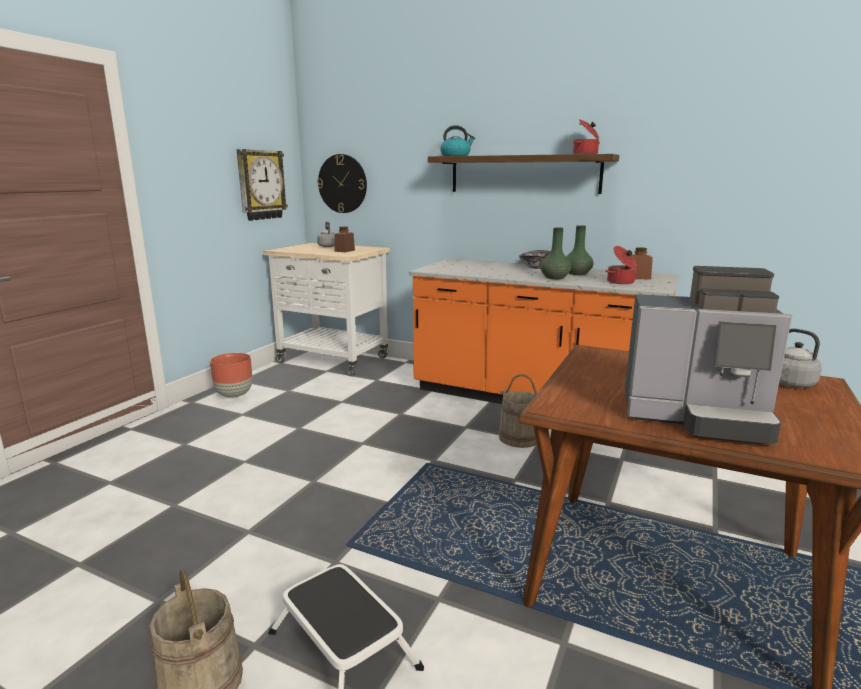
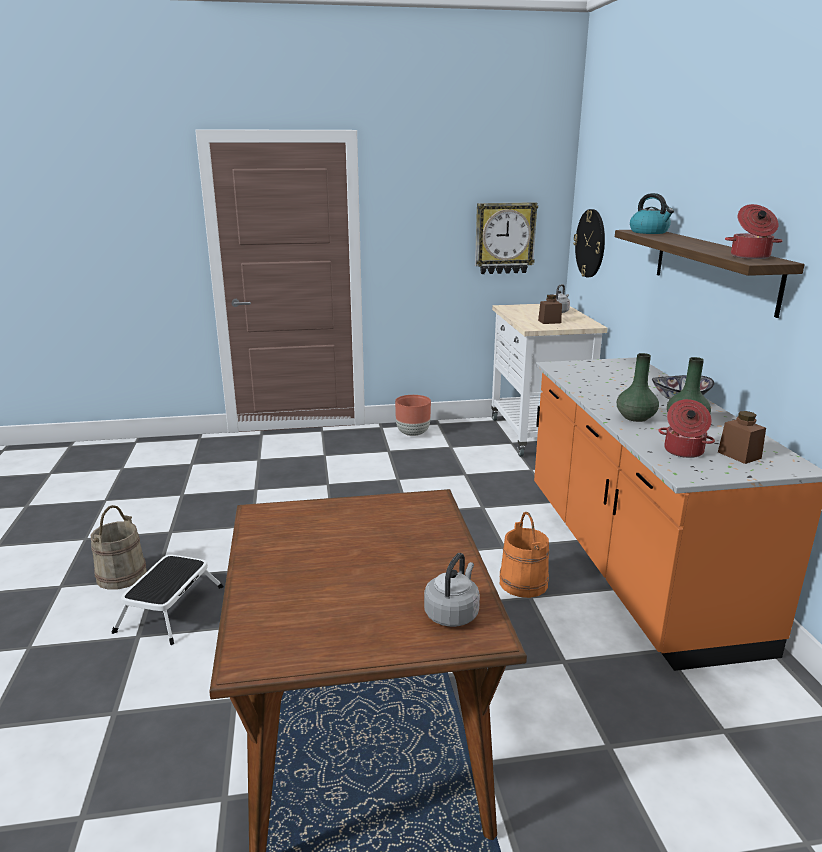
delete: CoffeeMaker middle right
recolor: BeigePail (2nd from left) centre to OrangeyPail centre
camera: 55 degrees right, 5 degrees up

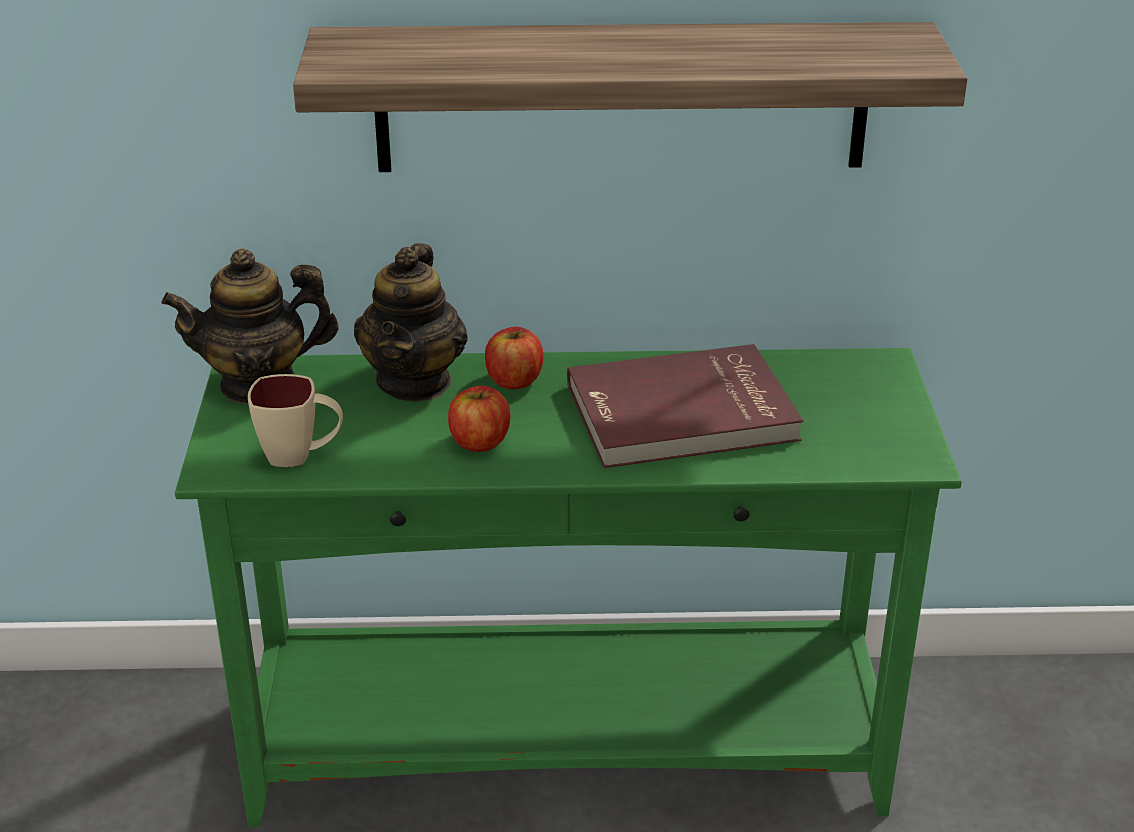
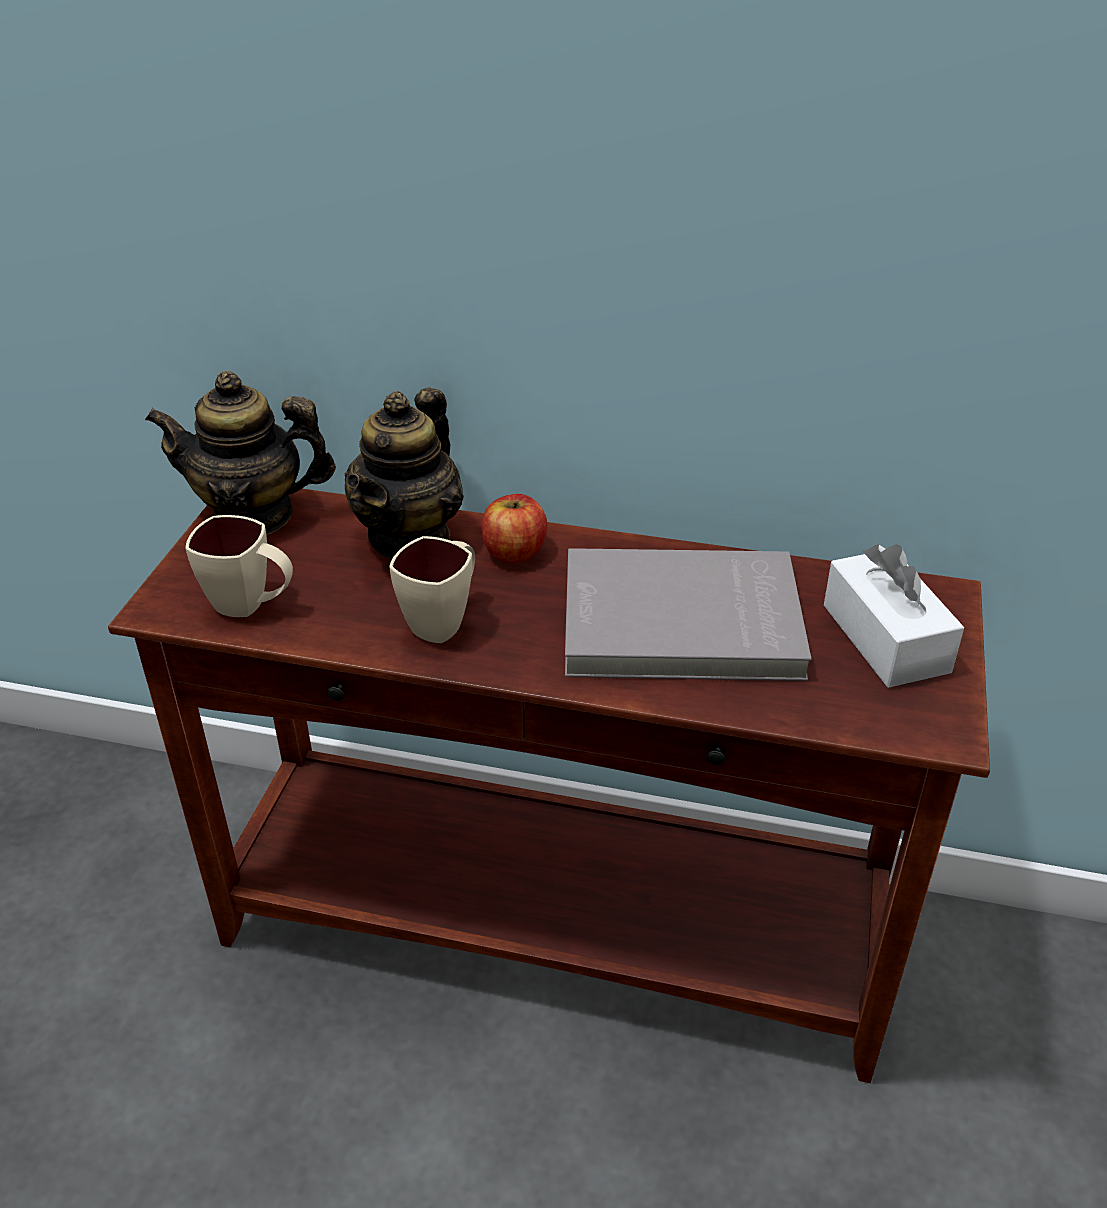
delete: WallShelf top centre
insert: WhiteTissueHolder middle right
replace: Apple (1st from left) centre to BeigeCoffeeMug (2nd from left) centre
recolor: GreenishHallTable bottom centre to BrownColouredHallTable centre; RedVolume centre to GrayVolume centre
camera: 15 degrees right, 5 degrees up

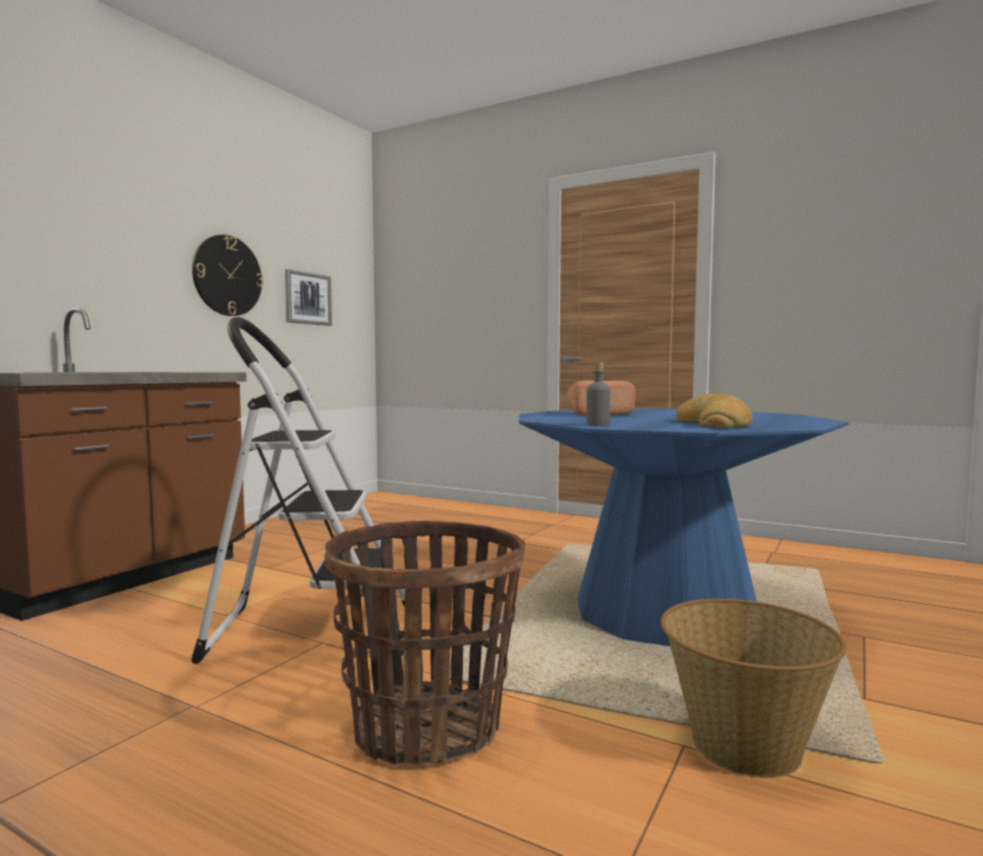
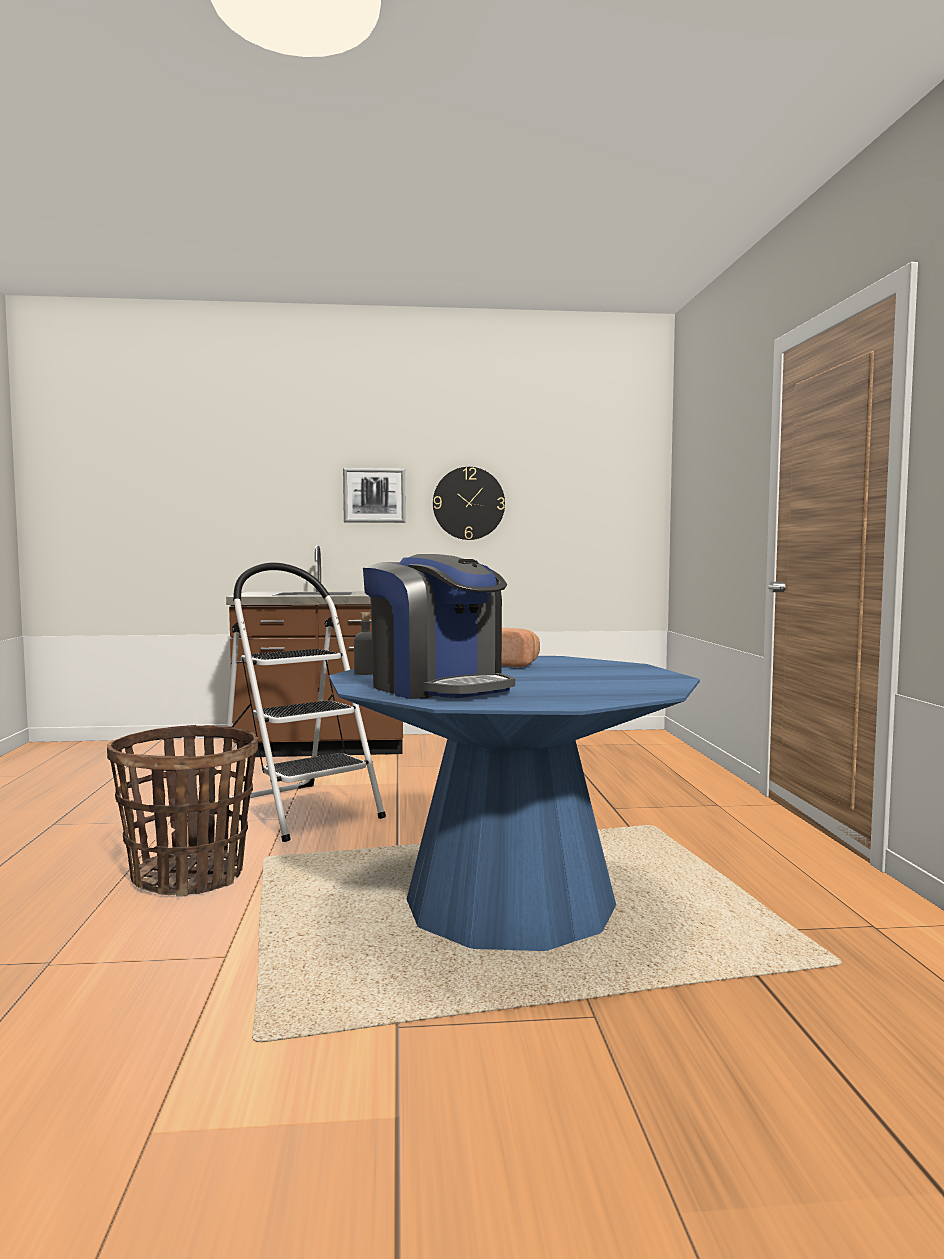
delete: HouseholdBasket (2nd from left) bottom right
move: Picture middle left to centre
replace: BakeryBread (2nd from left) middle right to CoffeeMaker centre
camera: 55 degrees right, 0 degrees up

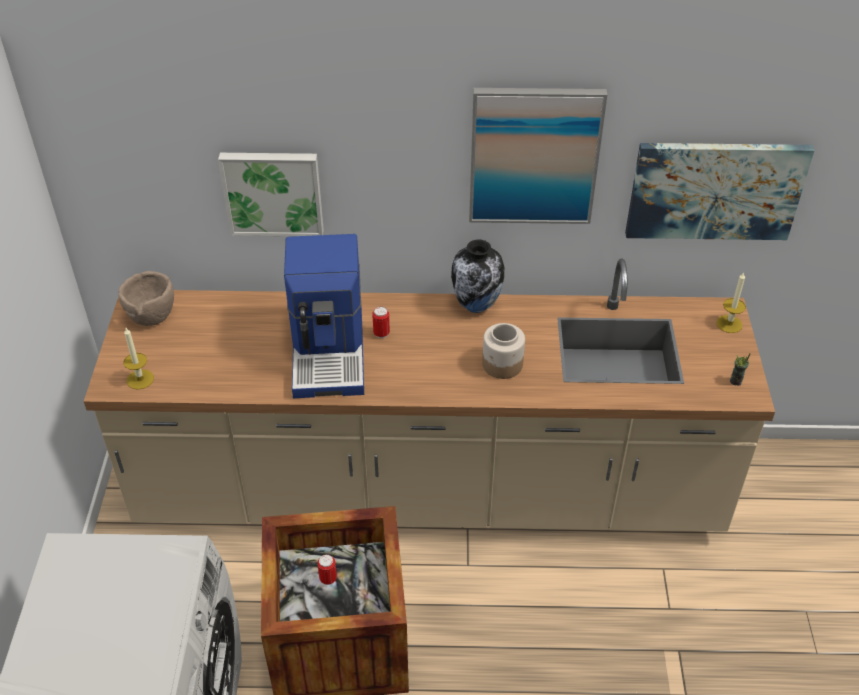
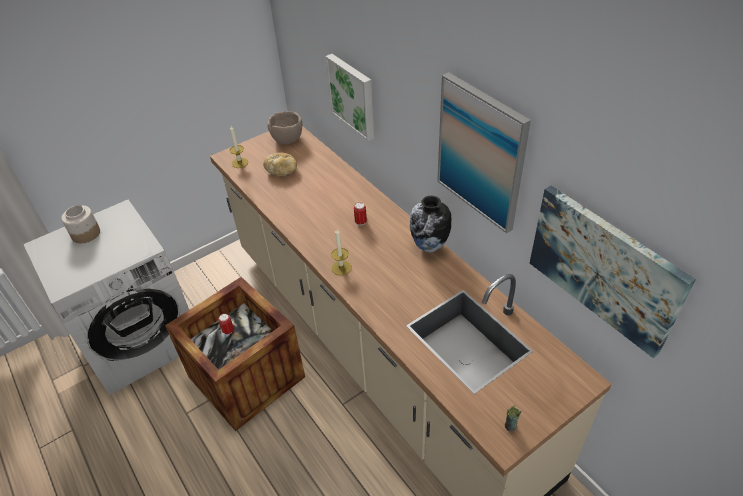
delete: CoffeeMaker centre
insert: BakeryBread top centre
move: StorageJar centre to middle left; WaxLight (2nd from left) middle right to centre
camera: 55 degrees right, 0 degrees up

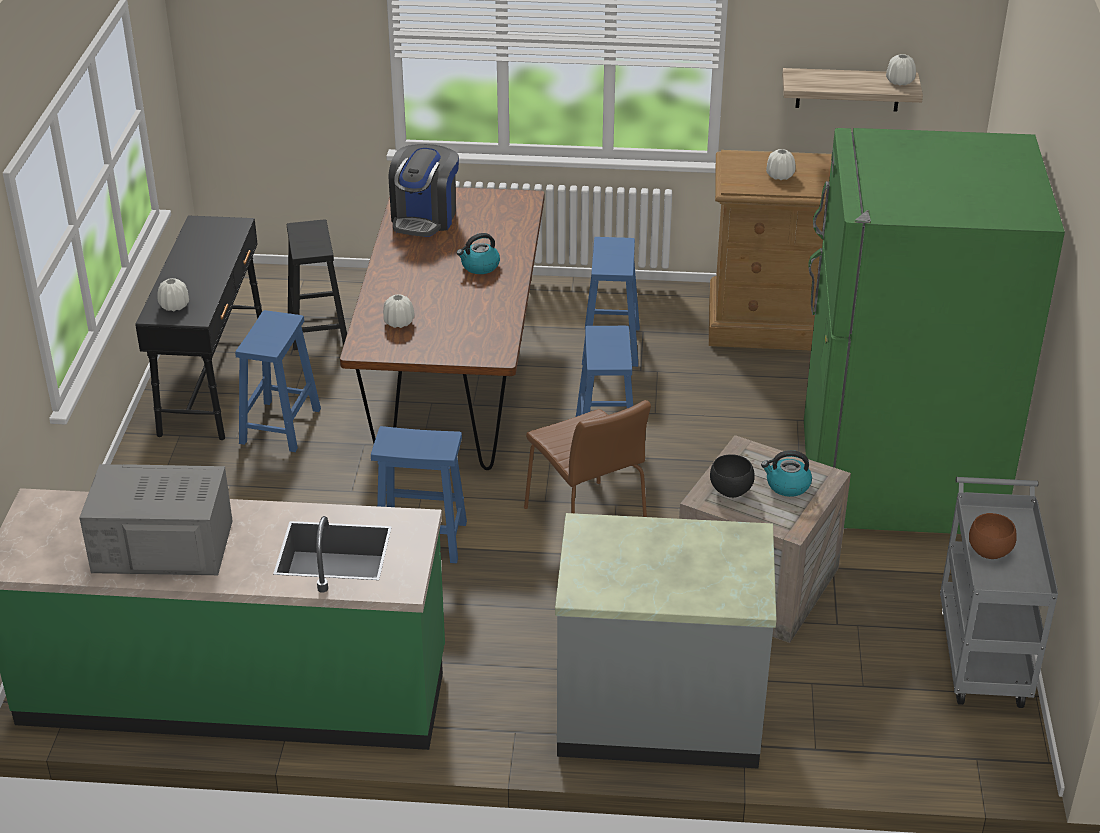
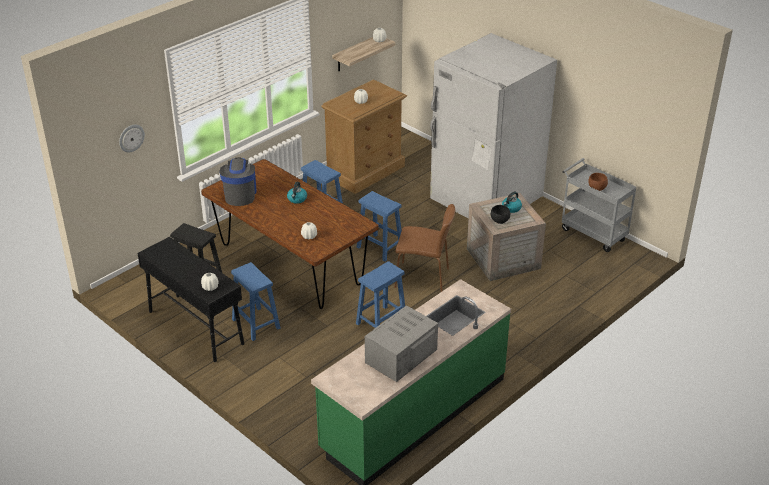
delete: GrayKitchenCounter bottom centre
insert: WallClock top left
recolor: GreenishKitchenFridge middle right to WhiteKitchenFridge top centre
rotate: CoffeeMaker top centre = middle left 150 degrees counterclockwise
camera: 50 degrees left, 0 degrees up

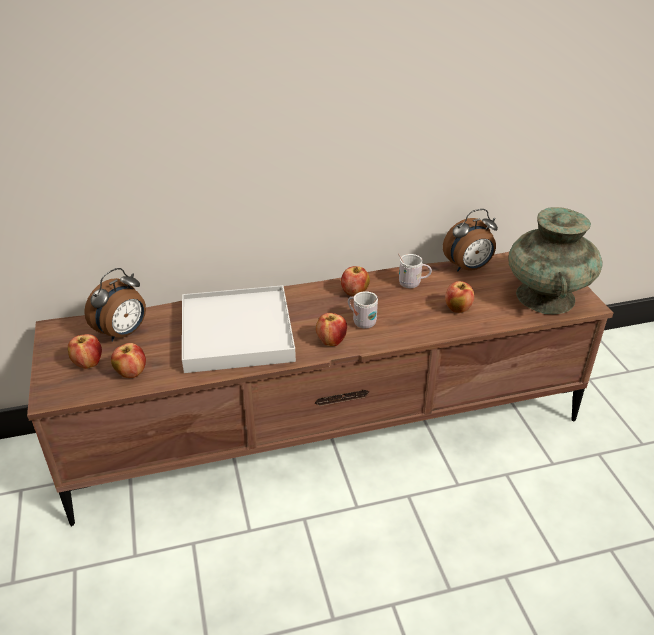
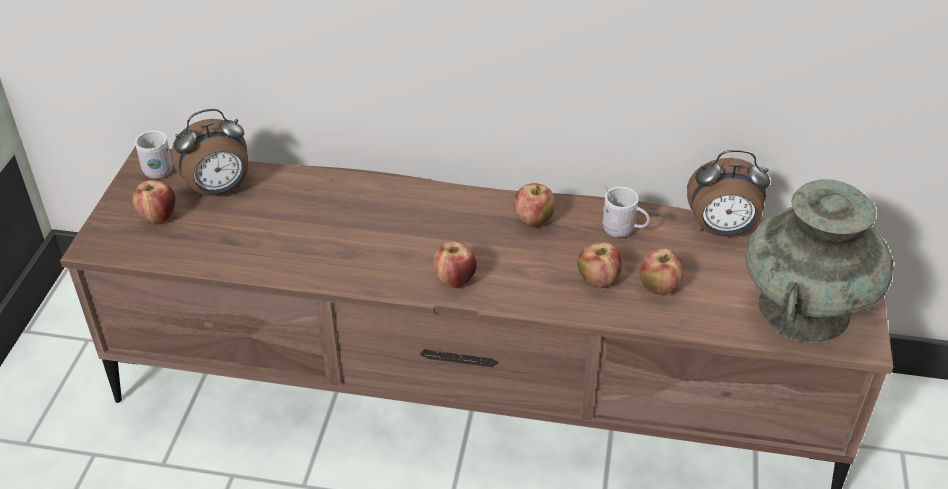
delete: WhiteTray centre
move: Apple (2nd from left in the first image) middle left to Apple (4th from left) centre; WhiteCoffeeMug (1st from left) centre to top left
camera: 25 degrees right, 5 degrees up

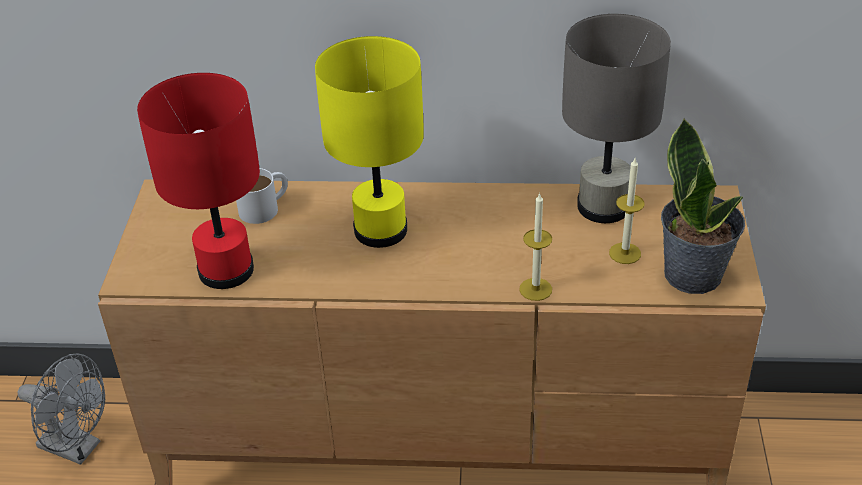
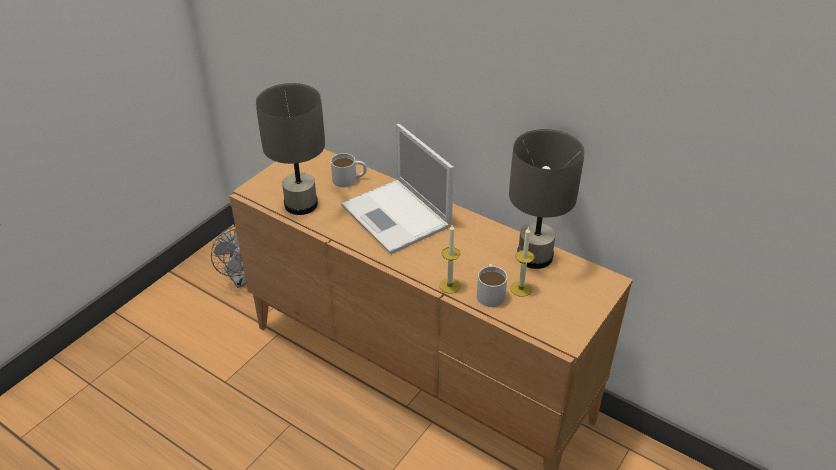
delete: Houseplant middle right
insert: WhiteCoffeeMug (2nd from left) centre
replace: YellowTableLamp top centre to NotebookComputer centre
recolor: RedTableLamp middle left to GrayTableLamp (1st from left) top centre
camera: 30 degrees right, 0 degrees up

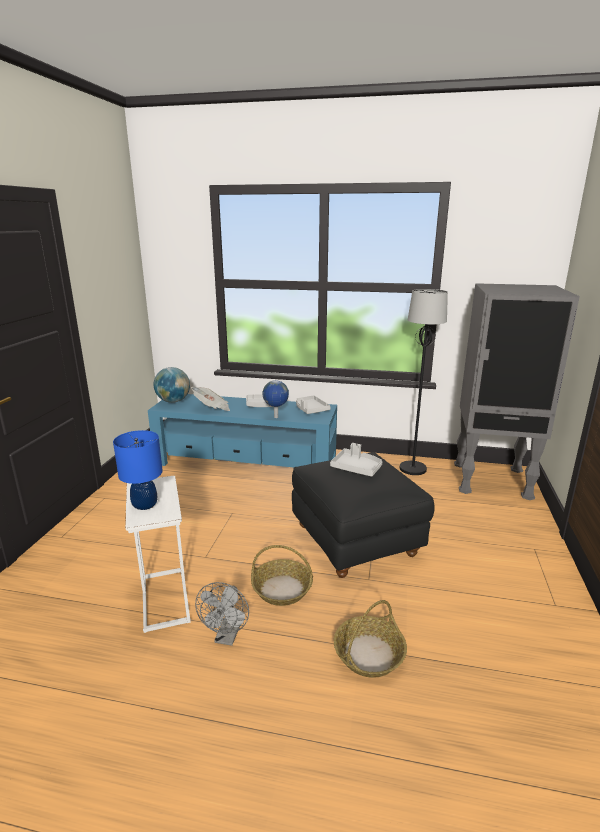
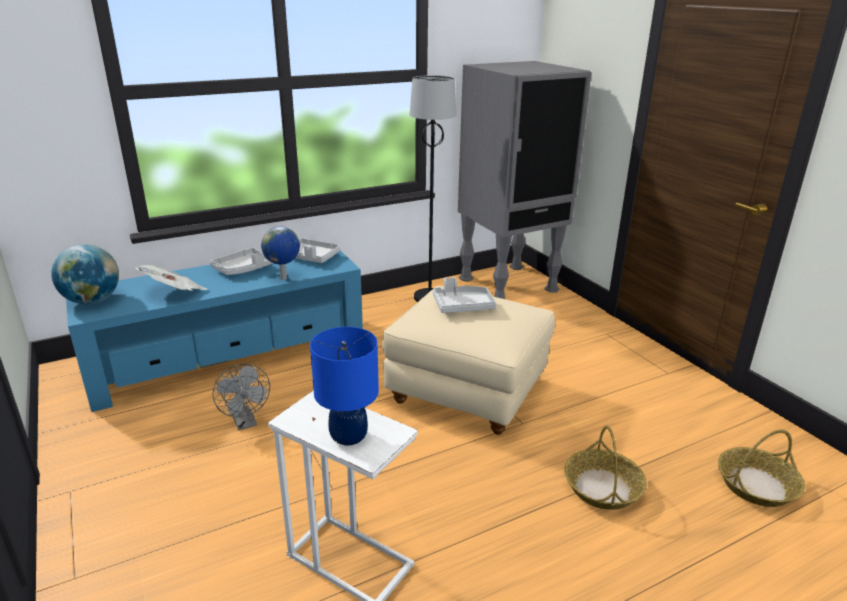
move: GrayElectricFan bottom centre to middle left; HouseholdBasket (1st from left in the first image) bottom centre to HouseholdBasket (2nd from left) bottom right
recolor: BlackishPouffe centre to BeigePouffe centre
camera: 40 degrees left, 5 degrees up

